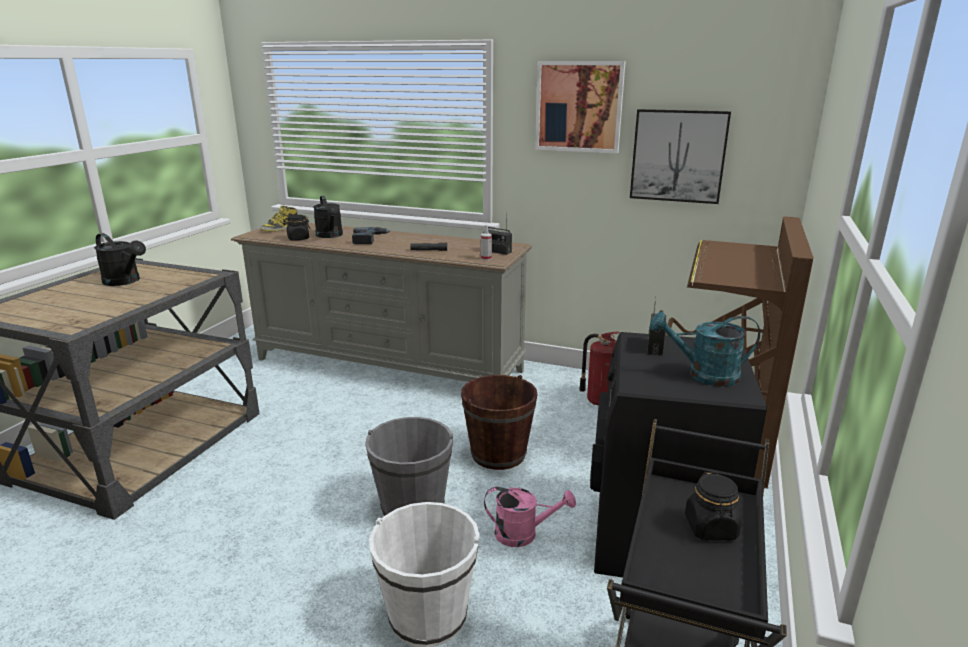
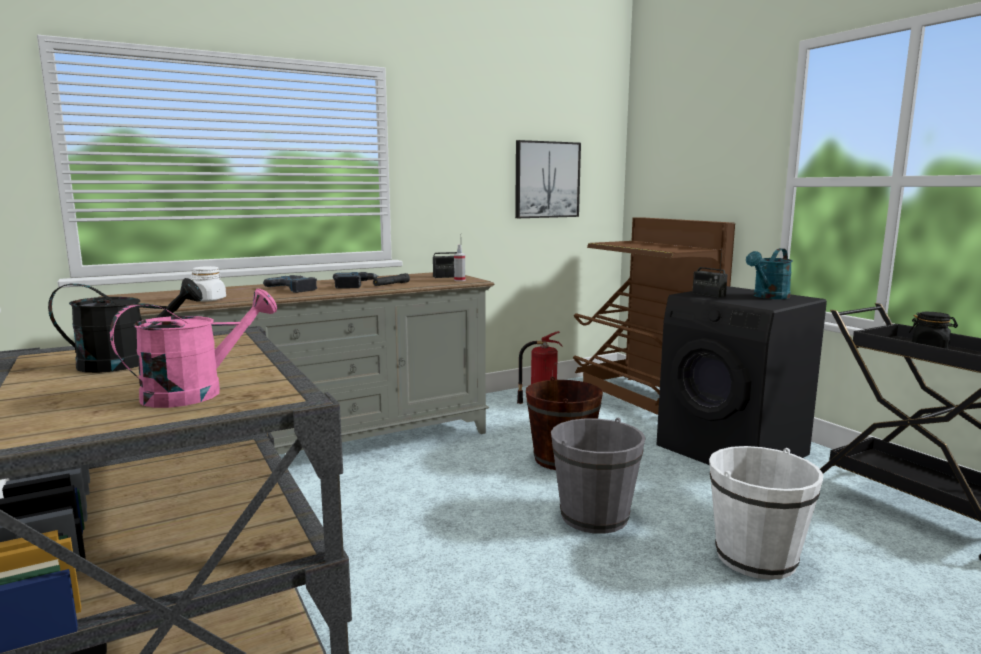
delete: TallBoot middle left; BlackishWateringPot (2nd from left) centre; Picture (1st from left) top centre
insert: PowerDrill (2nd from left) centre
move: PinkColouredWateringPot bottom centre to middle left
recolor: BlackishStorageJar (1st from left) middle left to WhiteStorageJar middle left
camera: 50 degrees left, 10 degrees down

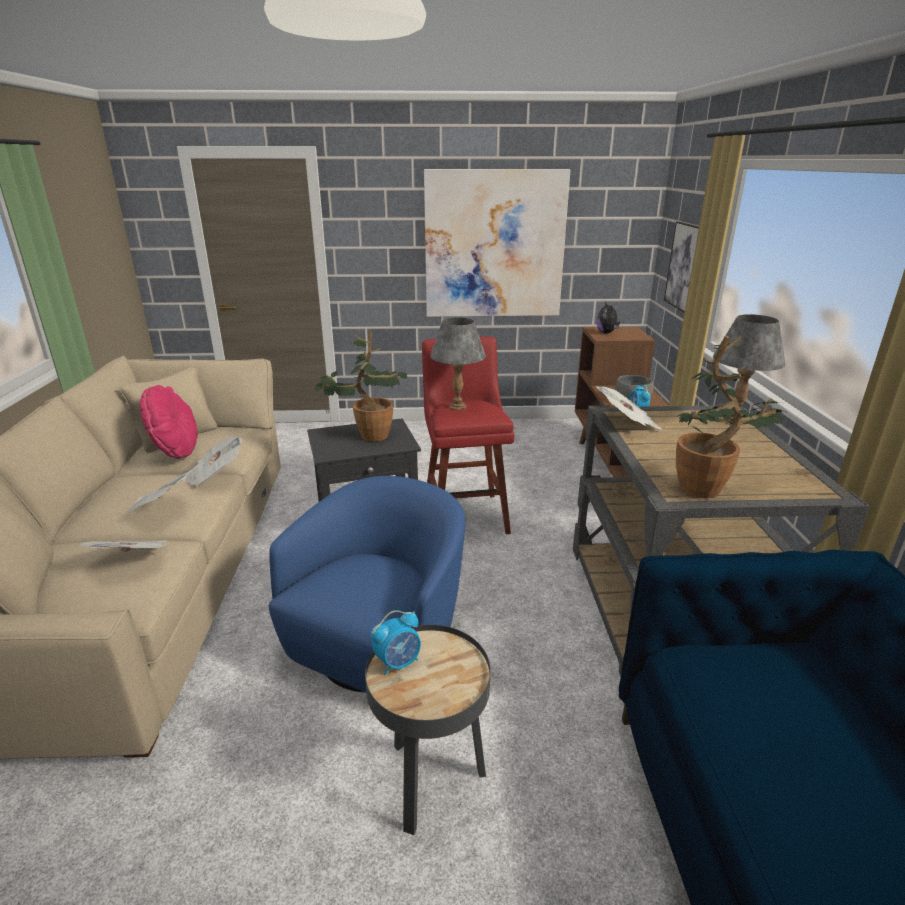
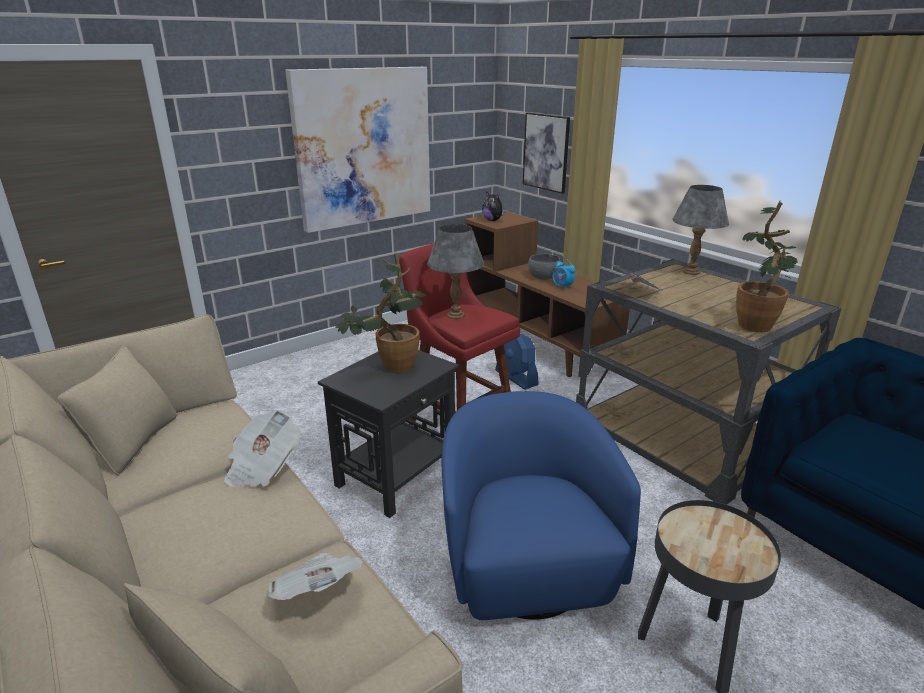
delete: DailyPaper (2nd from left) middle left; PinkColouredCushion middle left; AlarmClock (1st from left) bottom centre
insert: BluishElectricFan centre
camera: 35 degrees left, 0 degrees up

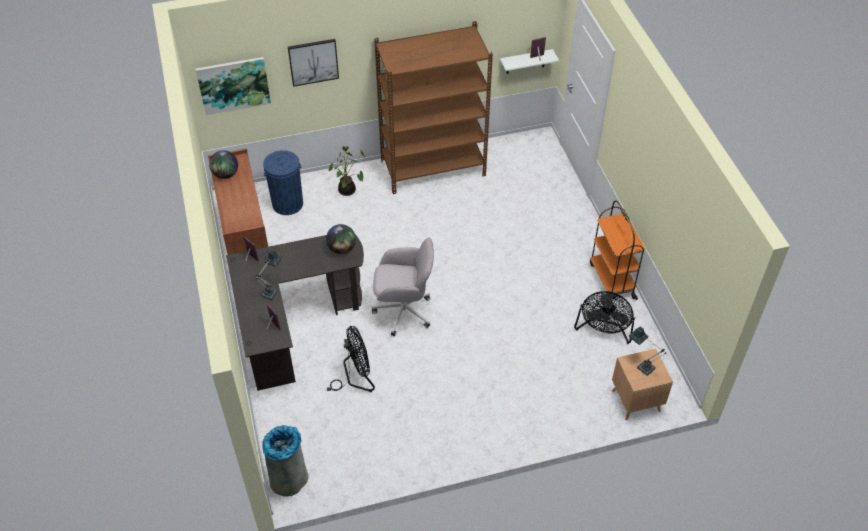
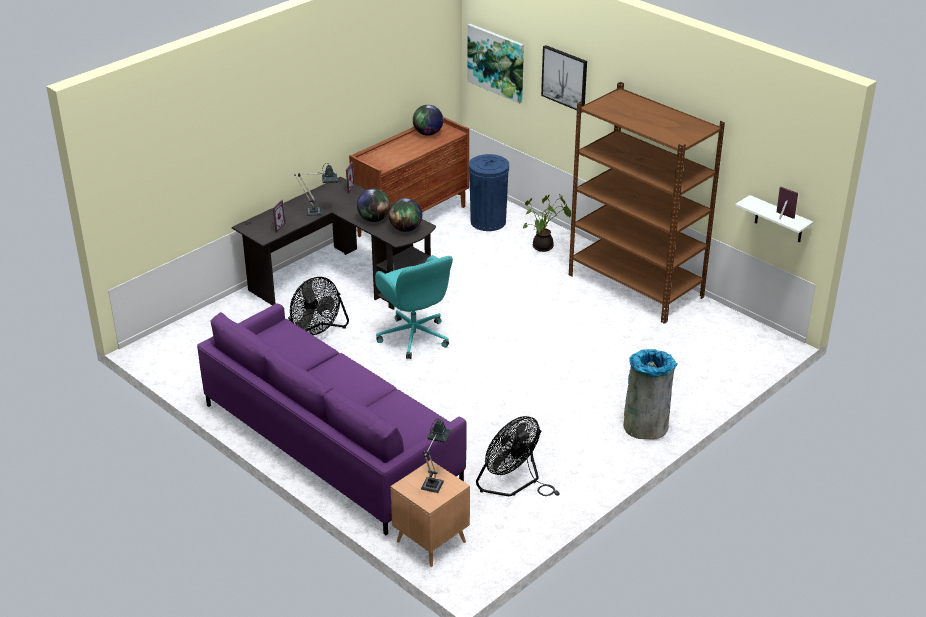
delete: OrangeyCart middle right
insert: PurpleColouredSofa bottom centre; DeskGlobe (1st from left) top centre
move: GrayWasteBin bottom left to middle right
recolor: GrayOfficeChair centre to TurquoiseOfficeChair centre
rotate: BlackishElectricFan (2nd from left) middle right = bottom centre 60 degrees clockwise
camera: 60 degrees right, 15 degrees down

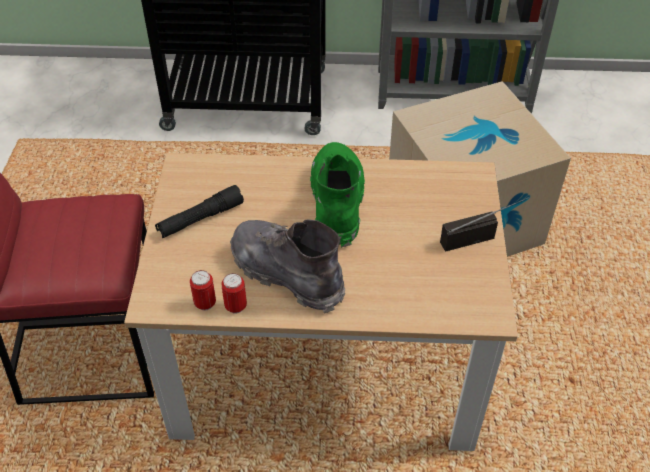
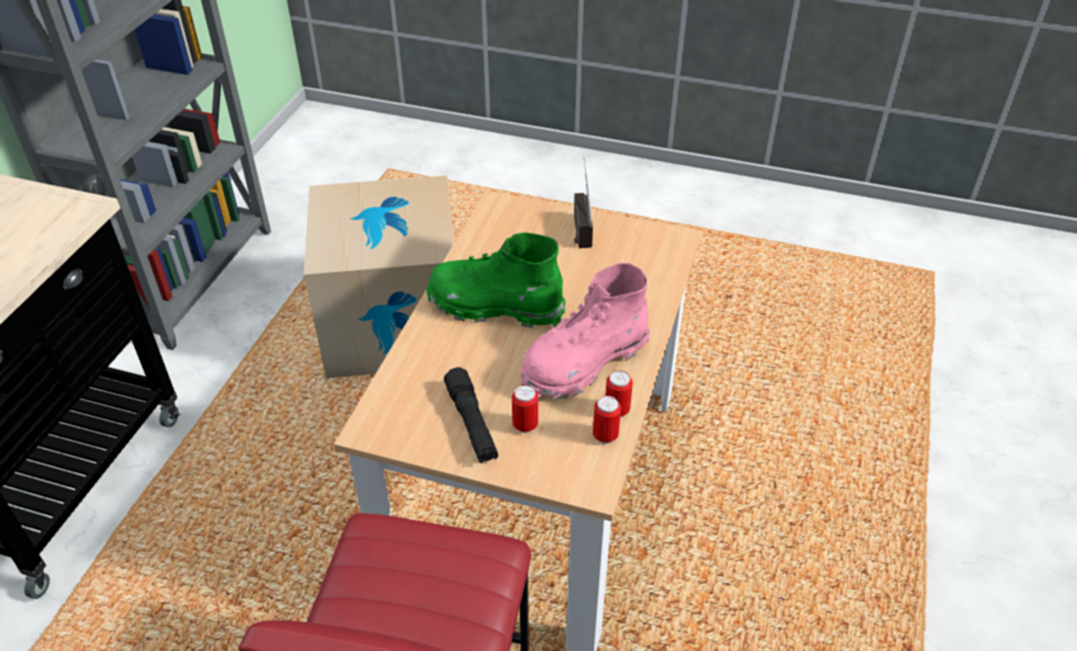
insert: MetalCan (1st from left) centre
recolor: GrayTallBoot centre to PinkColouredTallBoot centre
camera: 75 degrees left, 5 degrees down

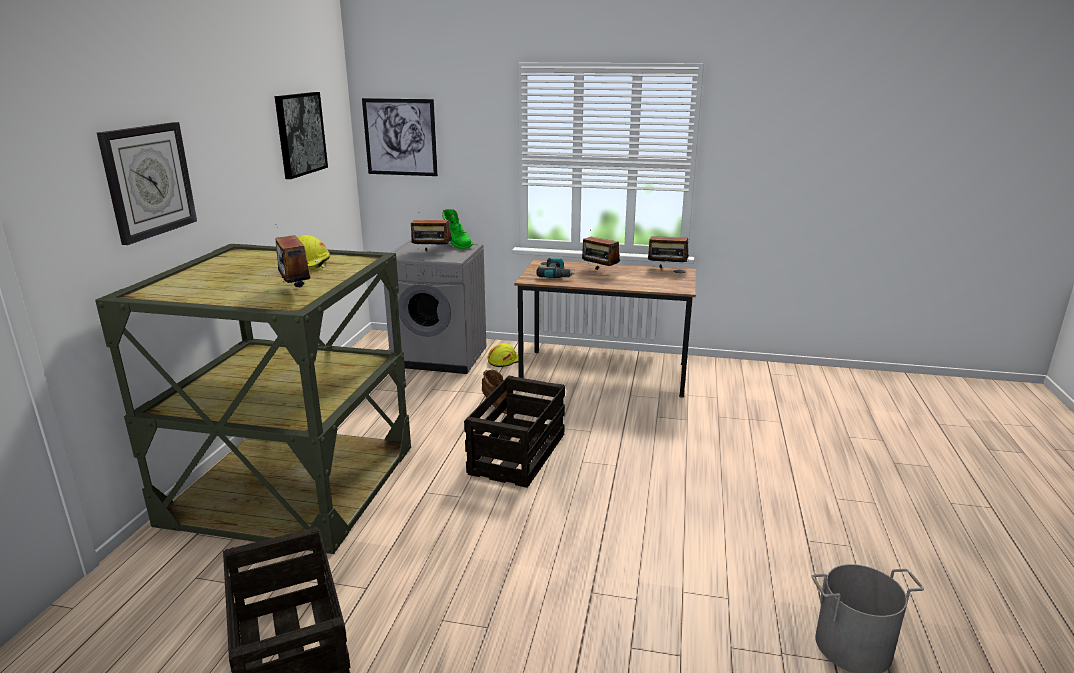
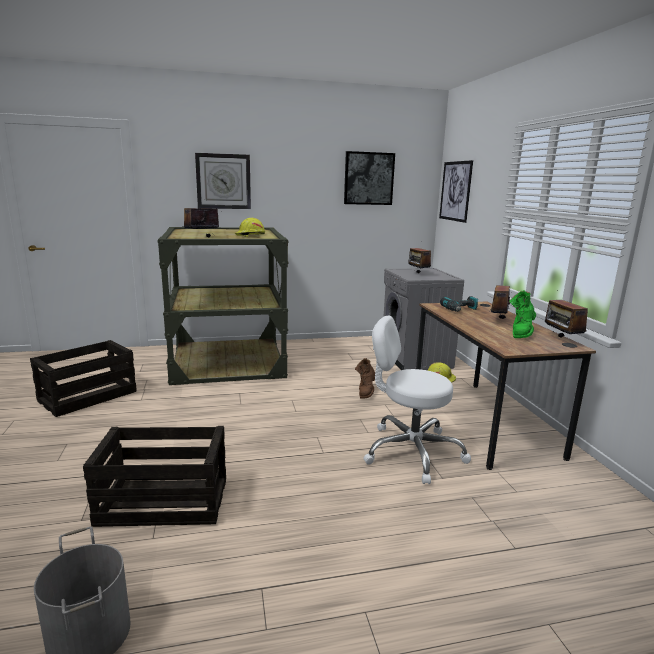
insert: WhiteOfficeChair centre
move: GreenishTallBoot centre to middle right; ShippingCrate (2nd from left) centre to bottom left
camera: 65 degrees right, 5 degrees down

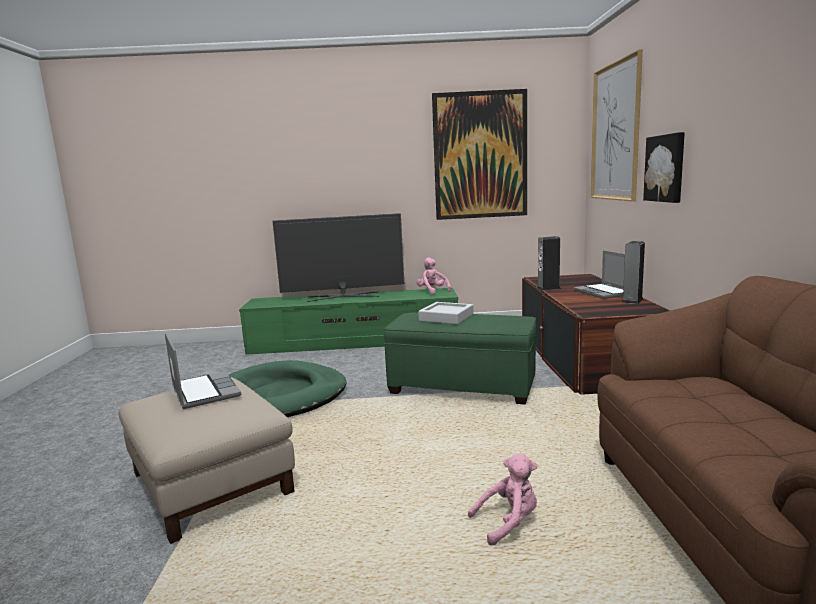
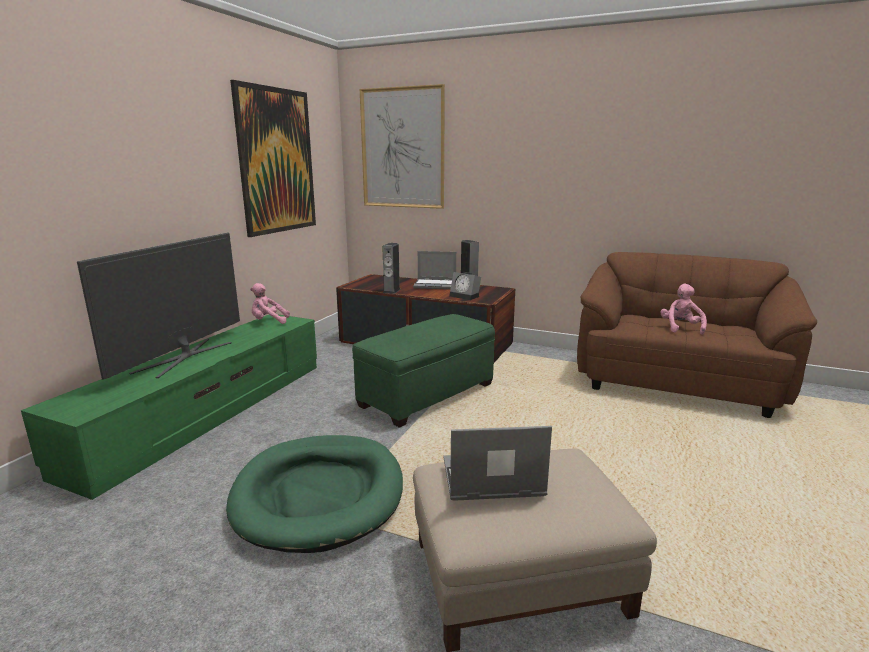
delete: GrayTray centre; Picture (3rd from left) top right
insert: AlarmClock centre
move: PinkColouredPlushToy (2nd from left) bottom centre to middle right
camera: 65 degrees left, 5 degrees up

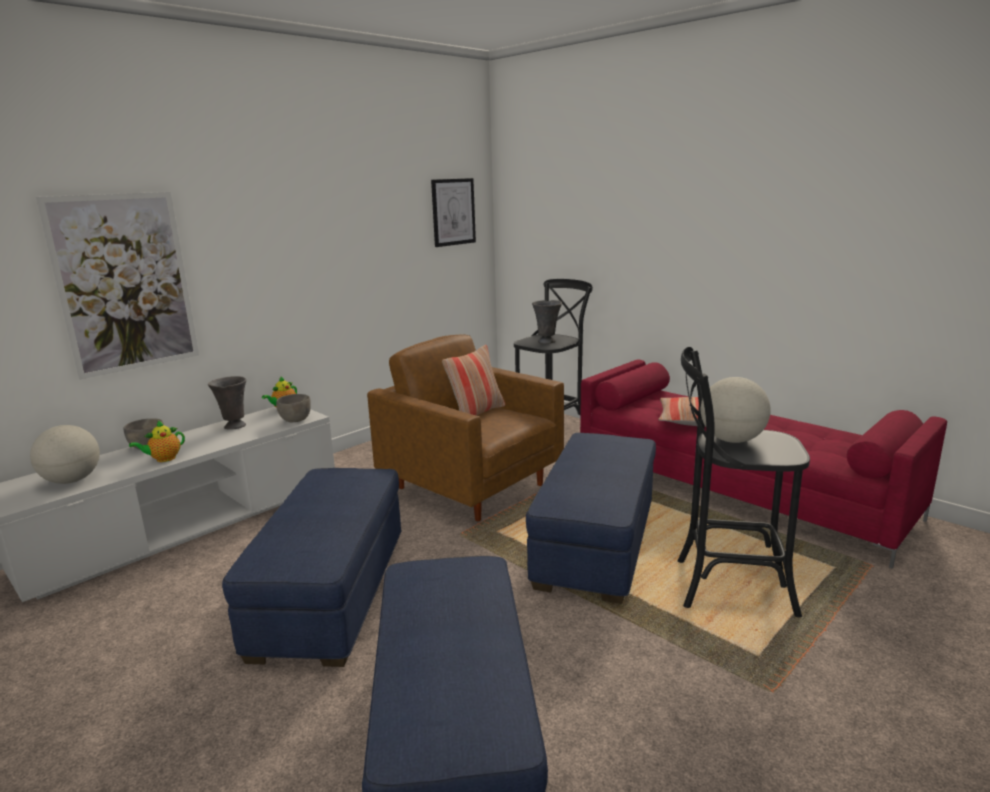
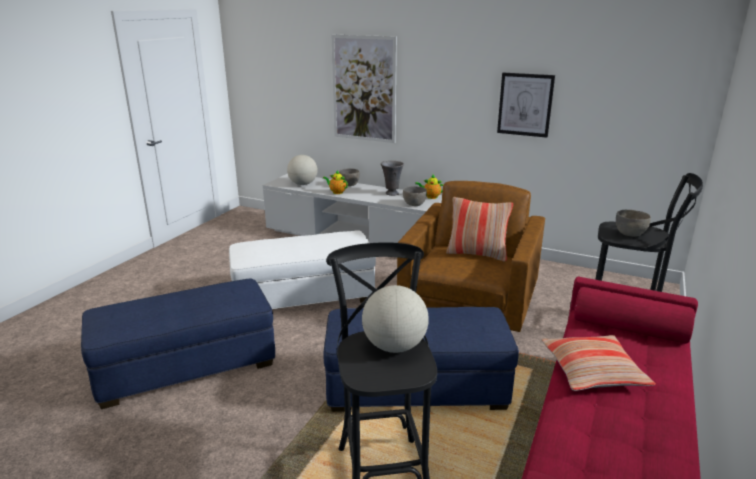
move: Picture (2nd from left) top centre to top right
replace: GrayVase (2nd from left) centre to GrayServingBowl (3rd from left) middle right
recolor: BluishPouffe (1st from left) bottom left to WhitePouffe centre
camera: 70 degrees right, 5 degrees up

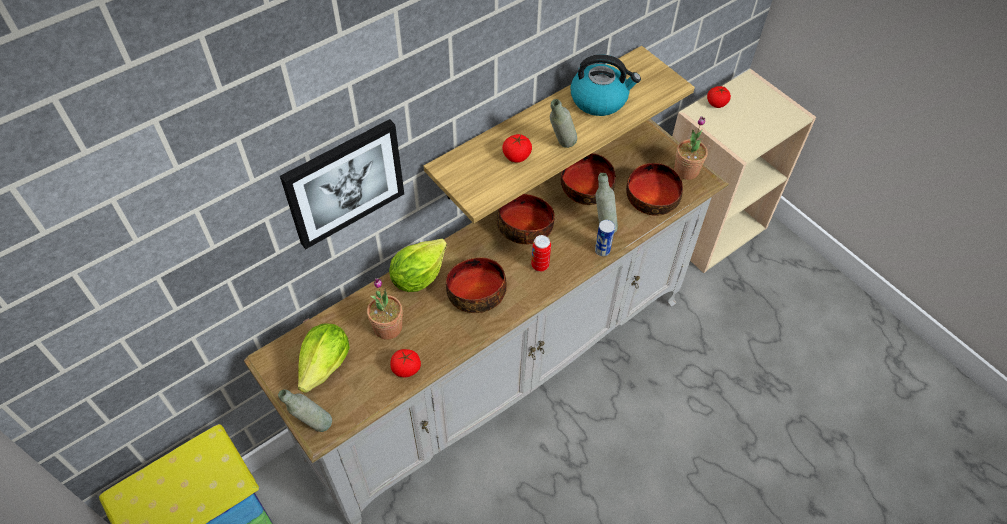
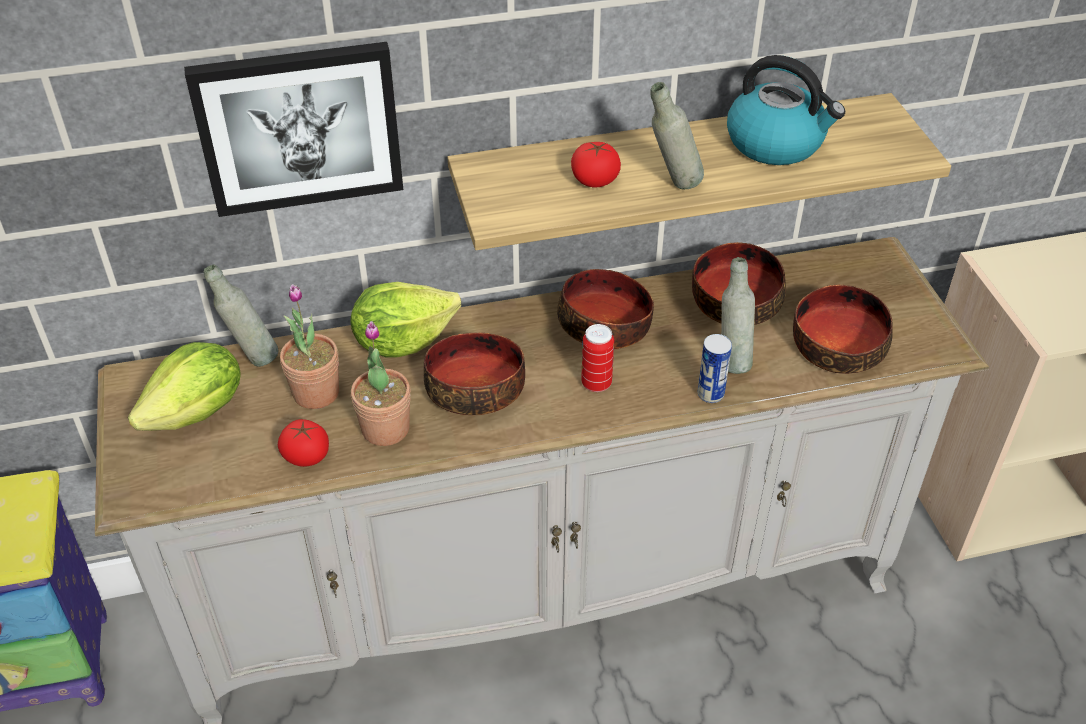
delete: Tomato (3rd from left) top right
move: GrayBottle (1st from left) bottom left to middle left; Houseplant (2nd from left) top right to centre
camera: 25 degrees right, 10 degrees down

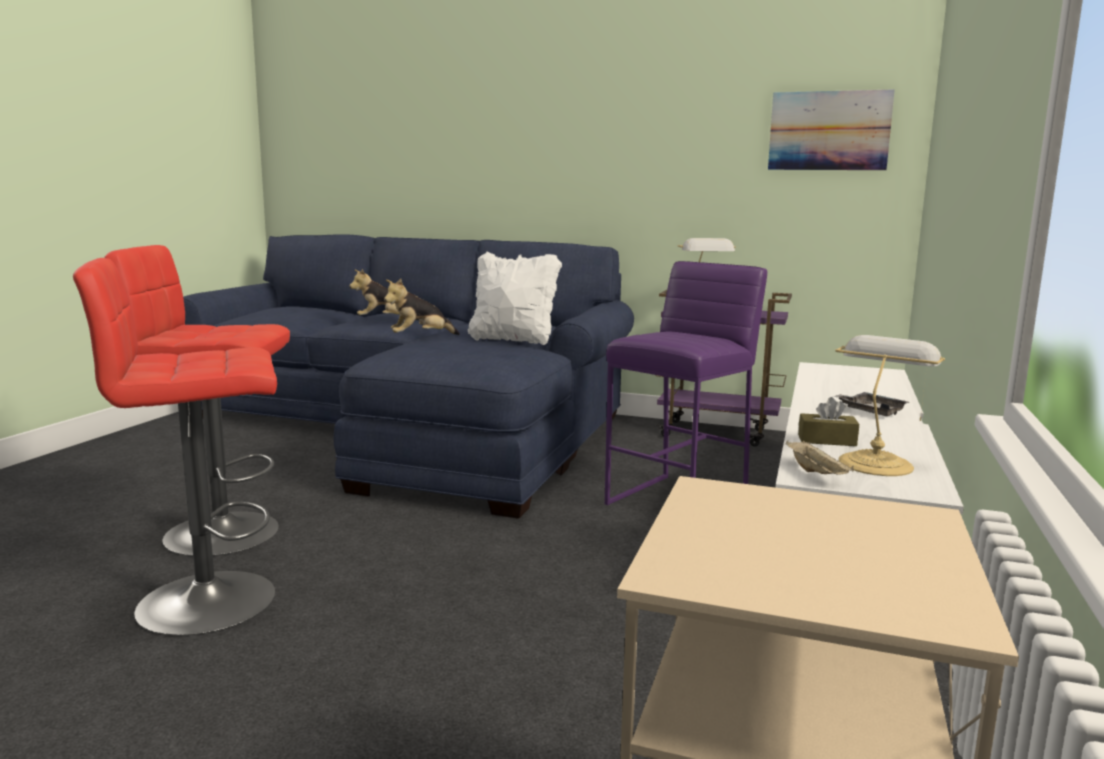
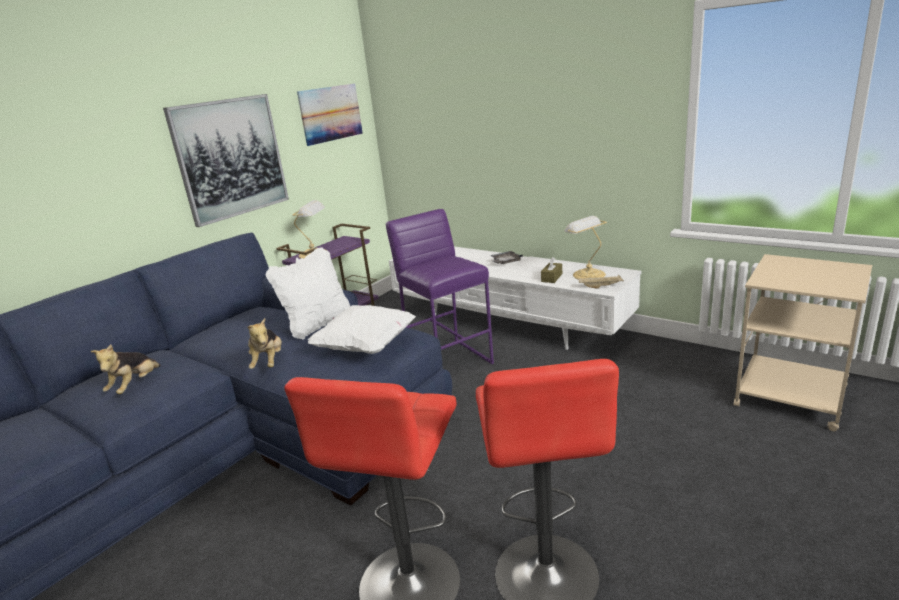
insert: Picture (1st from left) top left; WhiteCushion (2nd from left) centre
camera: 70 degrees left, 10 degrees up

